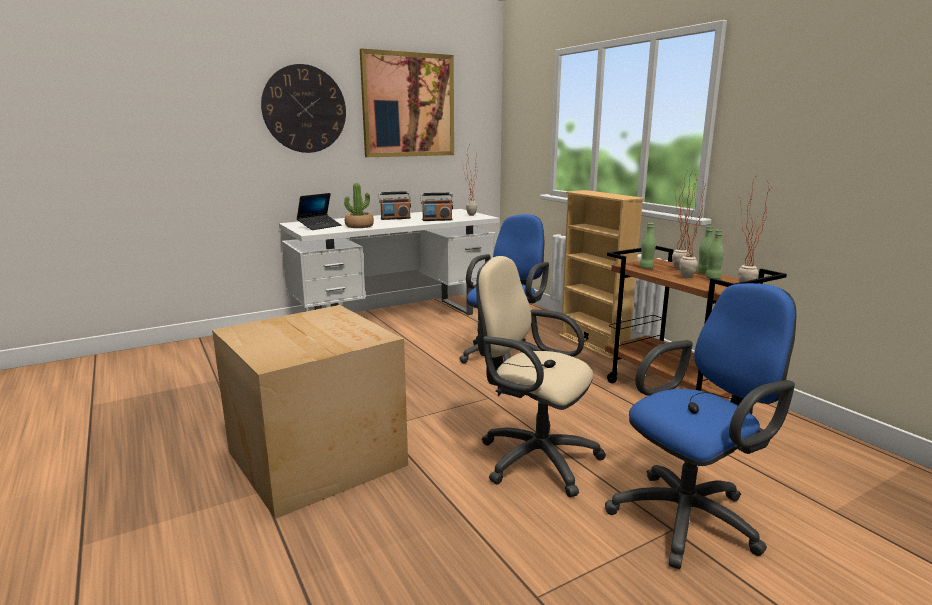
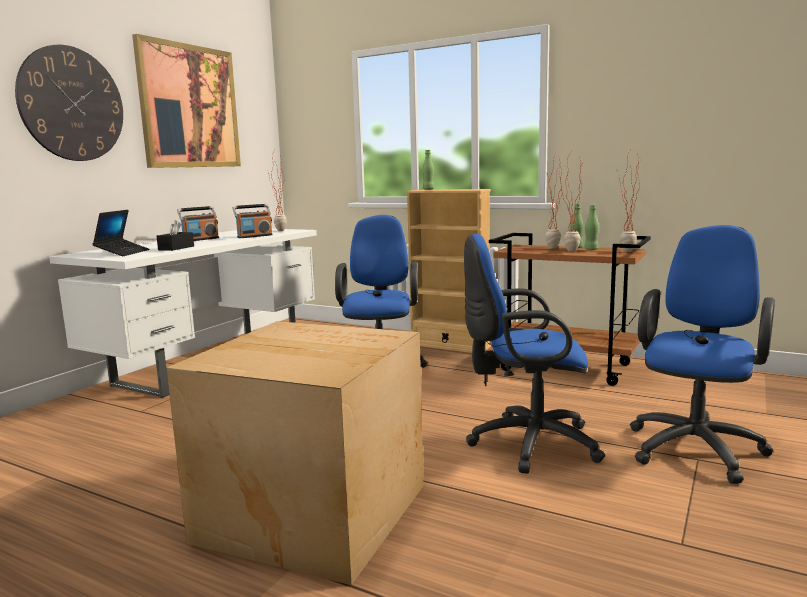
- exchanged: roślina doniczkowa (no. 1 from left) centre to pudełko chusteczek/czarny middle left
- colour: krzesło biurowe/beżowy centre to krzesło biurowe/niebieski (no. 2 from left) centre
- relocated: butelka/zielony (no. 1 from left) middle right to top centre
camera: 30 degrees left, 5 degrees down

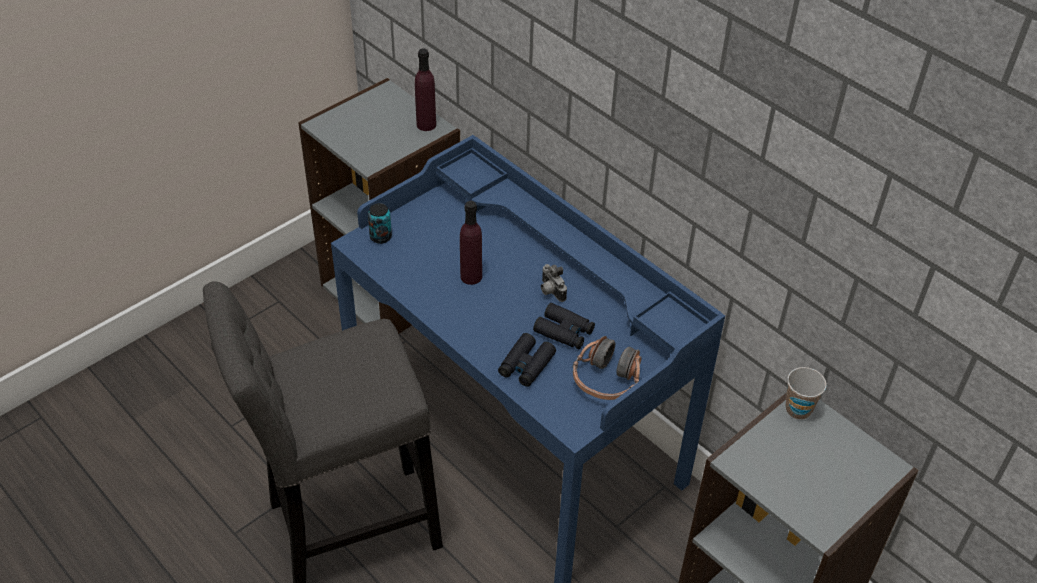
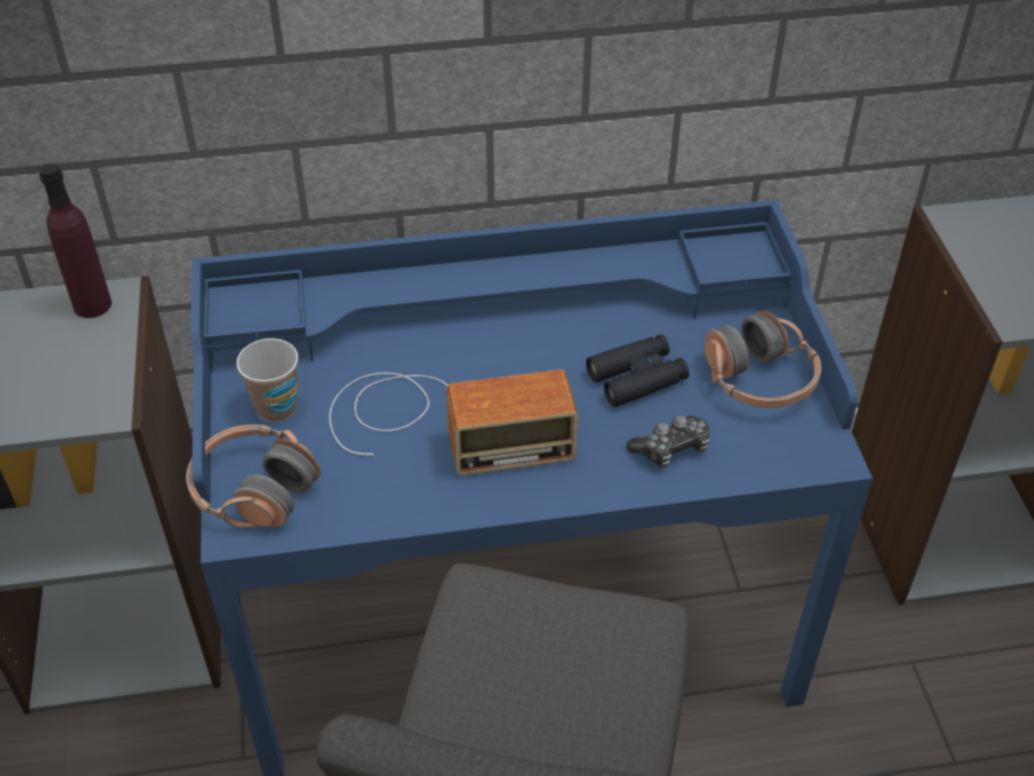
- exchanged: puszka centre to słuchawki (no. 1 from left) middle left
- exchanged: butelka/fioletowy (no. 2 from left) centre to radio centre
- exchanged: lornetka/czarny (no. 1 from left) centre to pad do gier centre
- missing: aparat fotograficzny centre
- relocated: filiżanka bottom right to middle left
camera: 55 degrees left, 0 degrees up

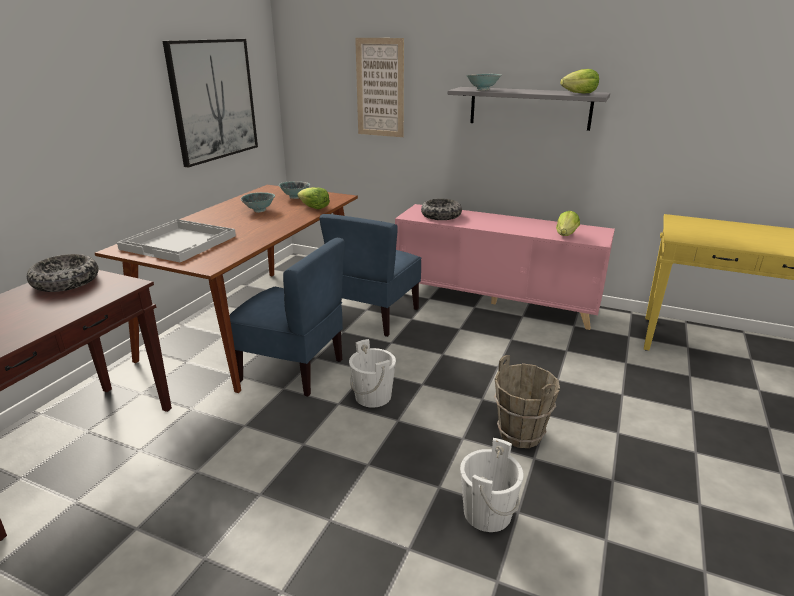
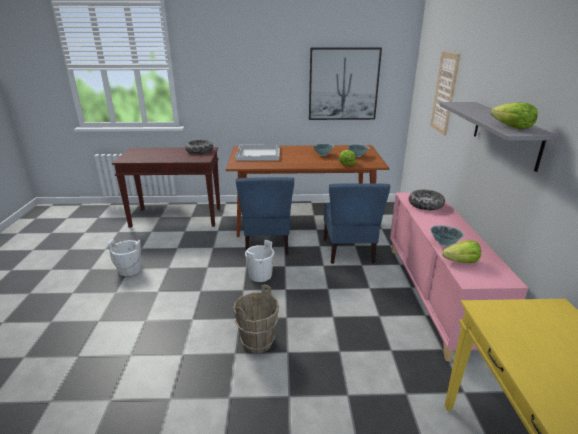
- spun: krzesło/niebieski (no. 2 from left) centre = centre 90 degrees counterclockwise
- relocated: wiadro/biały (no. 2 from left in the first image) bottom centre to wiadro/biały (no. 1 from left) middle left
- relocated: miska (no. 5 from left) top centre to middle right
camera: 65 degrees right, 0 degrees up

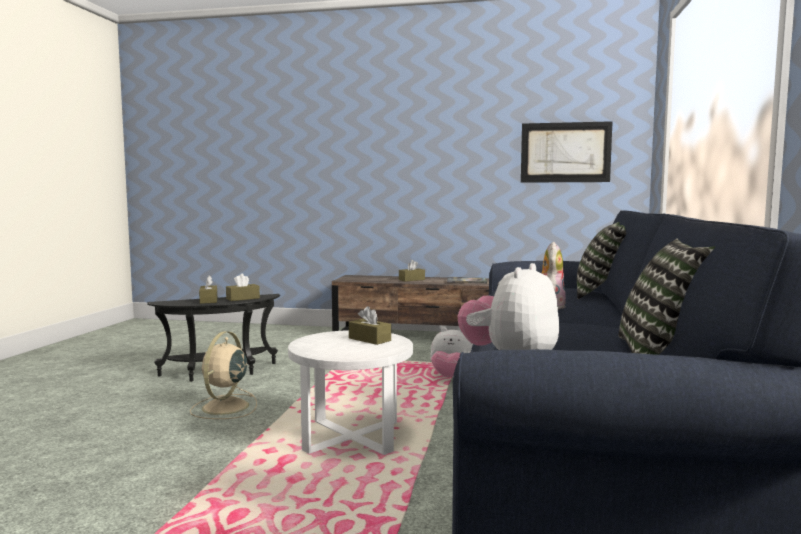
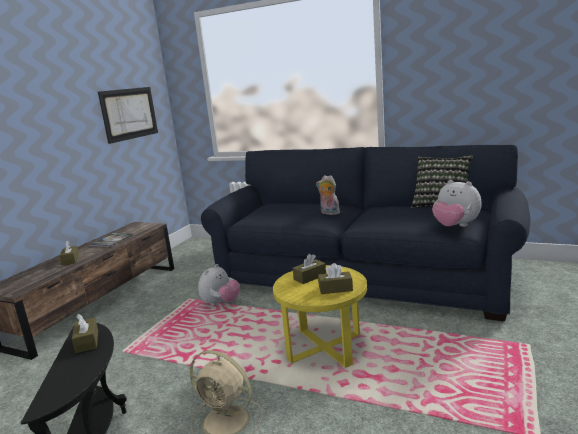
- relocated: pudełko chusteczek/brązowy (no. 1 from left in the first image) middle left to pudełko chusteczek/brązowy (no. 4 from left) centre
- colour: stolik/biały bottom centre to stolik/żółty bottom centre
- missing: poduszka (no. 1 from left) middle right
camera: 75 degrees left, 10 degrees up

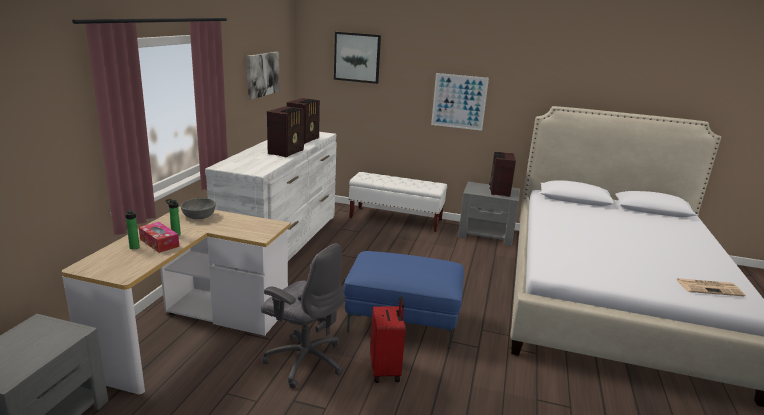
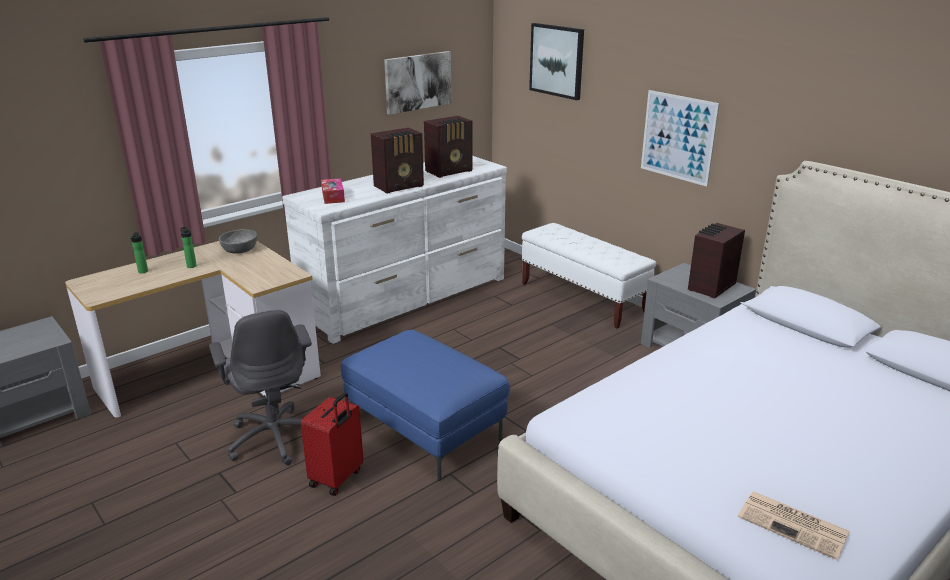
- relocated: pudełko chusteczek middle left to top centre
camera: 35 degrees right, 5 degrees up

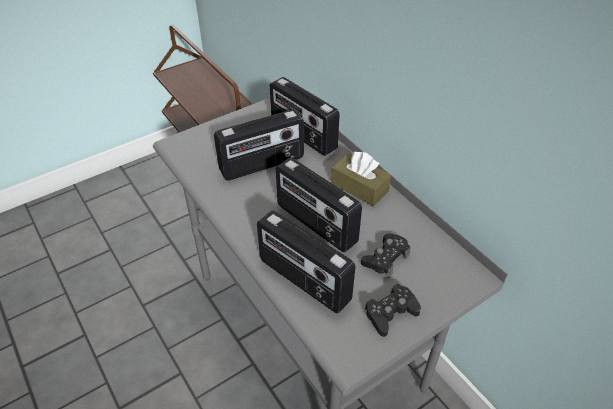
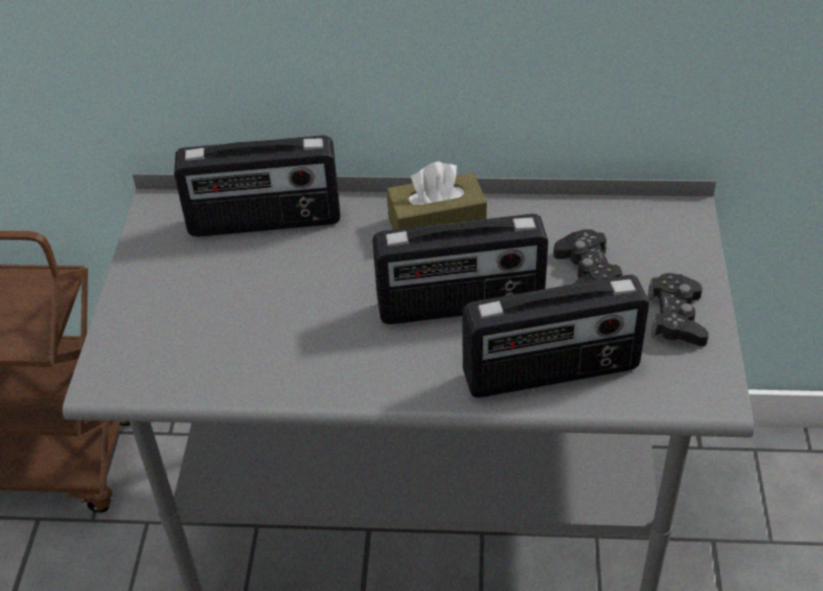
- missing: radio (no. 1 from left) centre
camera: 50 degrees left, 0 degrees up

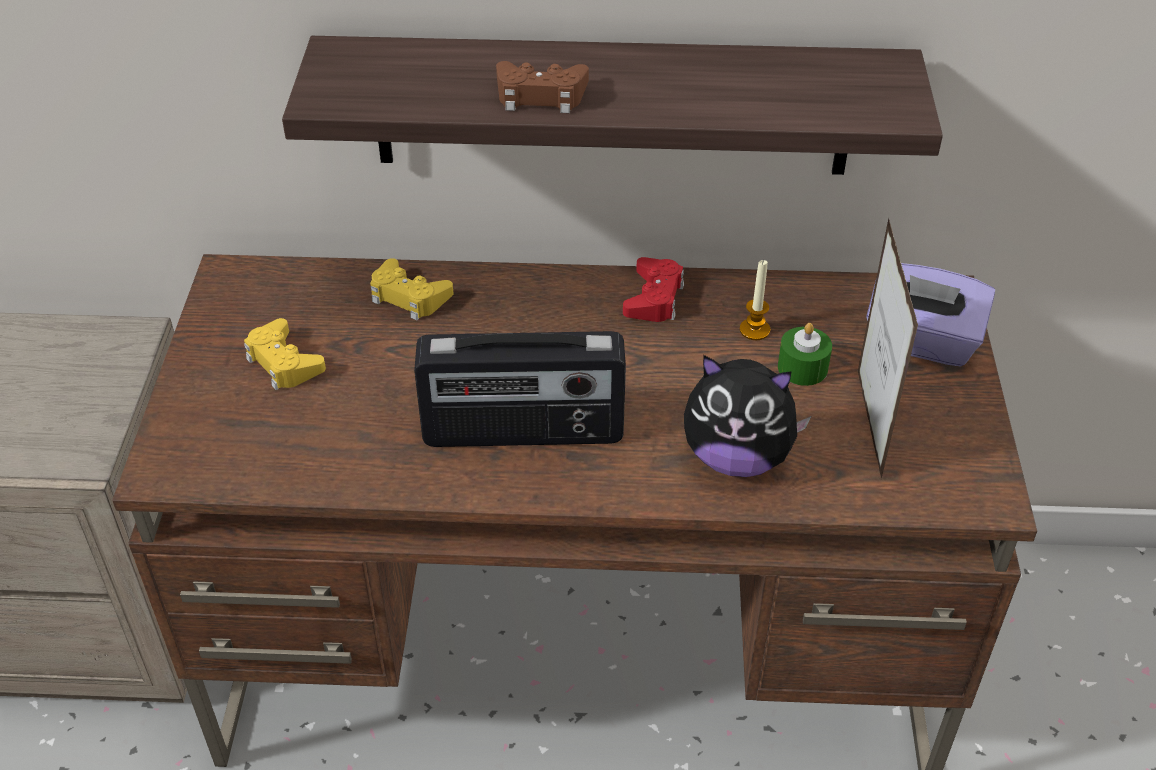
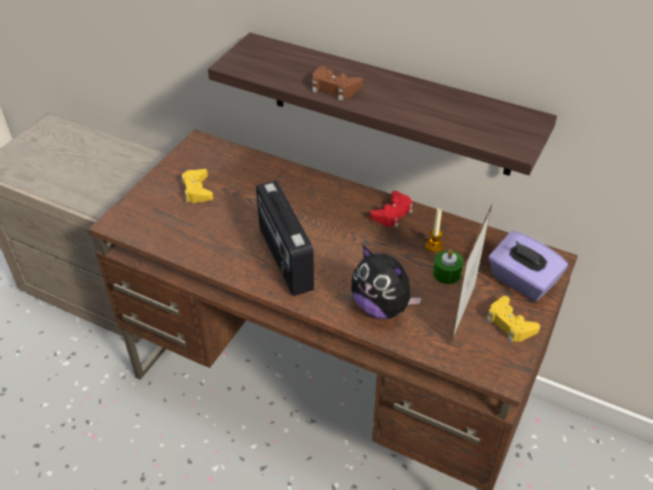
- relocated: pad do gier/żółty (no. 2 from left) centre to middle right
- spun: radio centre = centre 45 degrees clockwise
camera: 25 degrees right, 0 degrees up

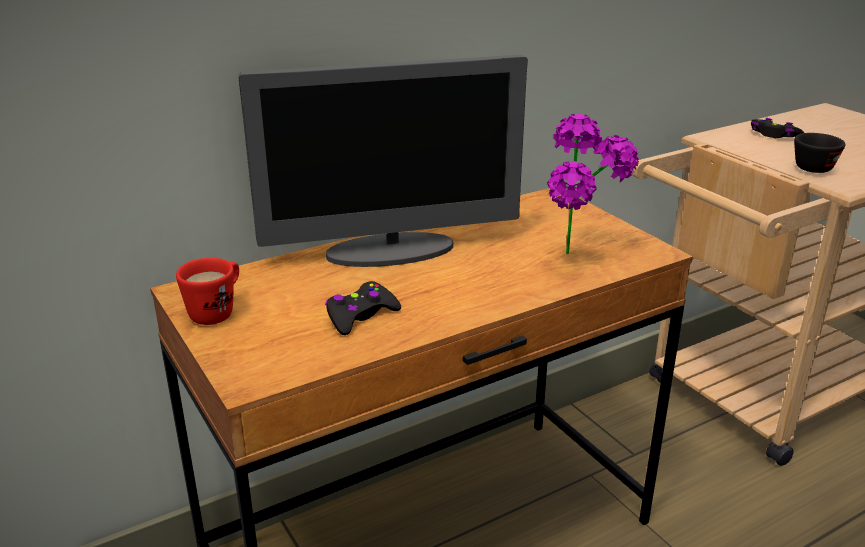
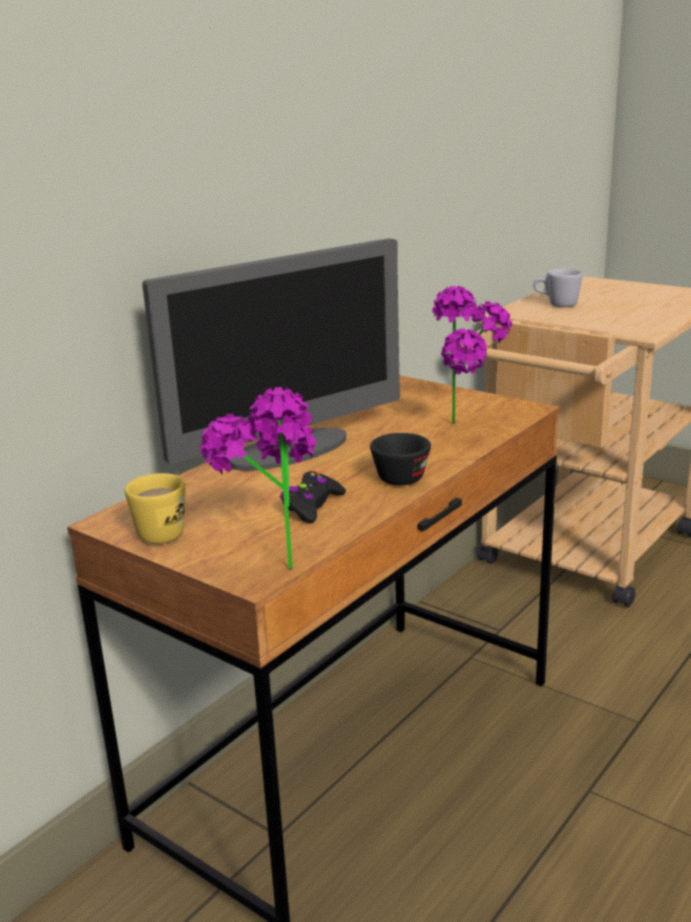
- colour: kubek/czerwony middle left to kubek/żółty middle left
- exchanged: pad do gier/czarny (no. 2 from left) top right to kubek/biały top right
- relocated: filiżanka/czarny top right to centre
- appeared: roślina doniczkowa (no. 1 from left) centre
camera: 20 degrees left, 5 degrees down

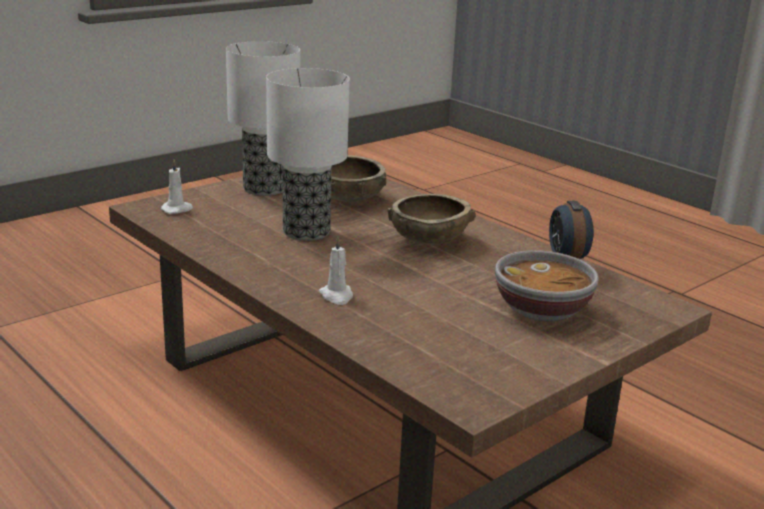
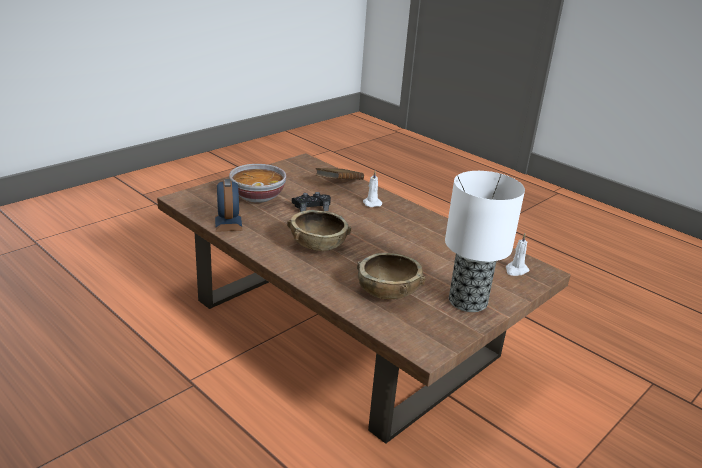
- missing: lampa stołowa (no. 2 from left) top centre
- appeared: pad do gier/czarny centre
- appeared: książka/brązowy centre
camera: 175 degrees right, 5 degrees up

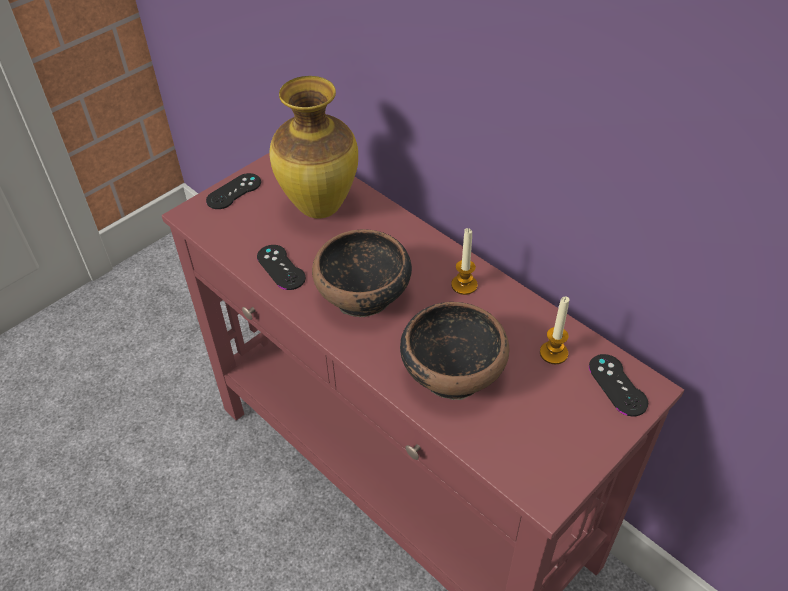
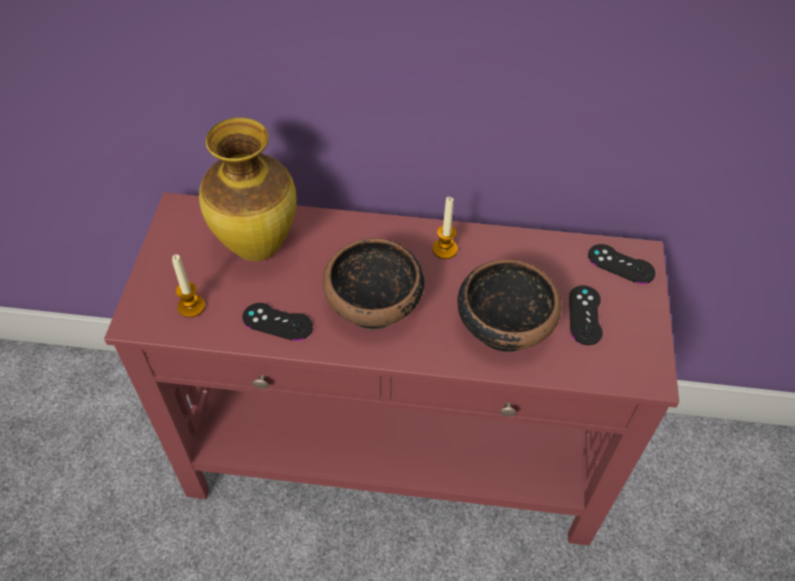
- relocated: pad do gier/czarny (no. 1 from left in the first image) top left to pad do gier/czarny (no. 2 from left) middle right
- relocated: świeca (no. 2 from left in the first image) middle right to świeca (no. 1 from left) middle left
camera: 40 degrees left, 5 degrees up

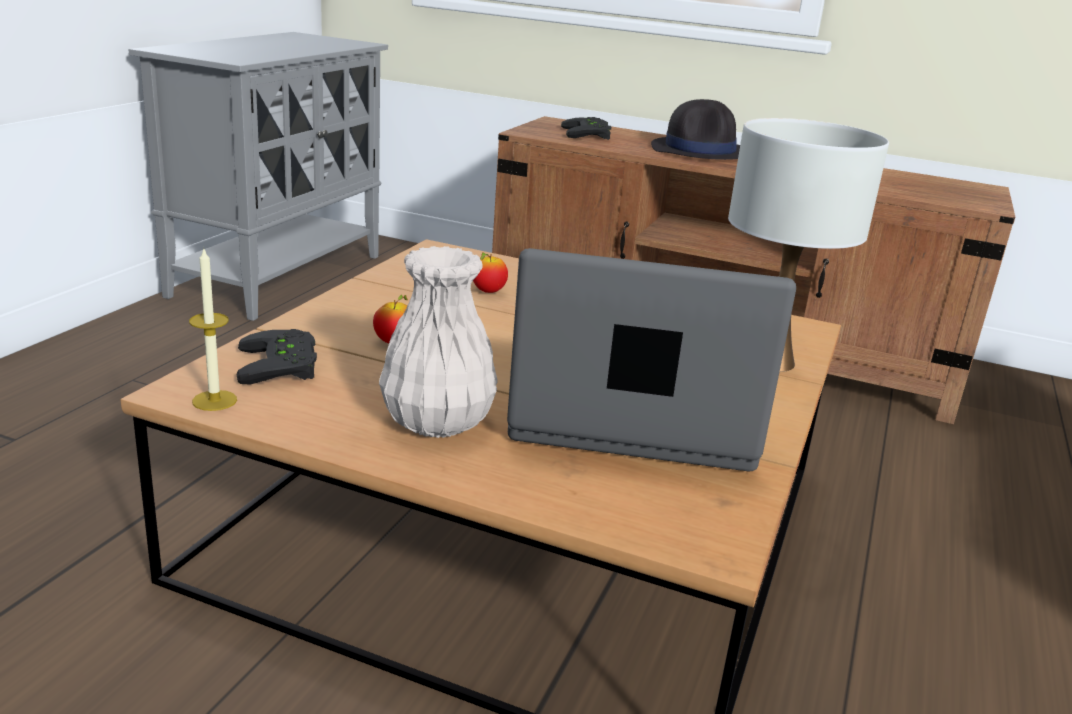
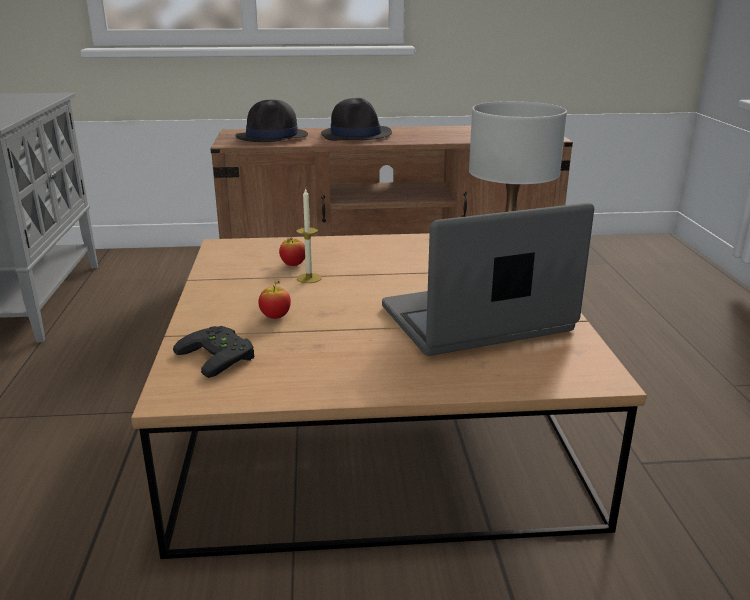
- relocated: świeca middle left to centre
- missing: wazon/biały centre
- exchanged: pad do gier/czarny (no. 2 from left) top centre to kapelusz/czarny (no. 1 from left) top centre
camera: 25 degrees left, 0 degrees up

